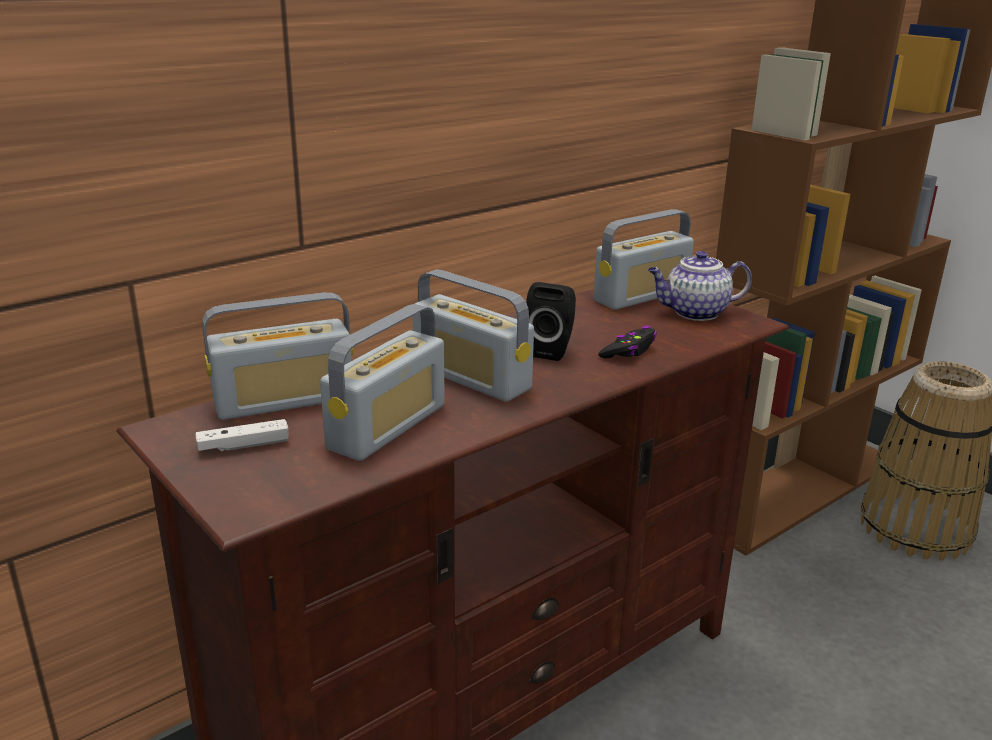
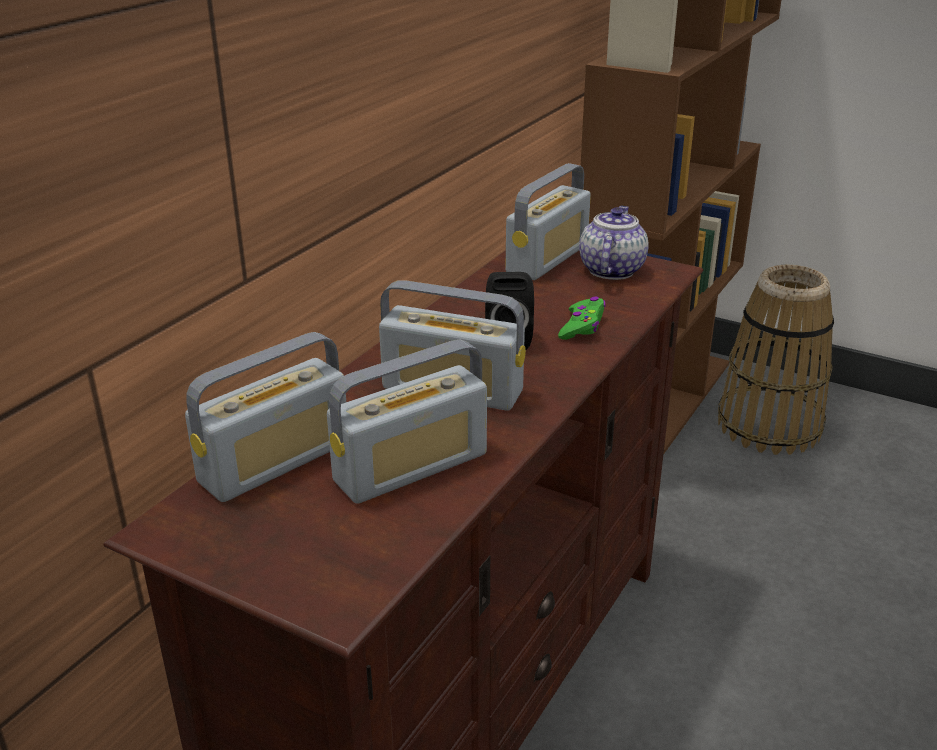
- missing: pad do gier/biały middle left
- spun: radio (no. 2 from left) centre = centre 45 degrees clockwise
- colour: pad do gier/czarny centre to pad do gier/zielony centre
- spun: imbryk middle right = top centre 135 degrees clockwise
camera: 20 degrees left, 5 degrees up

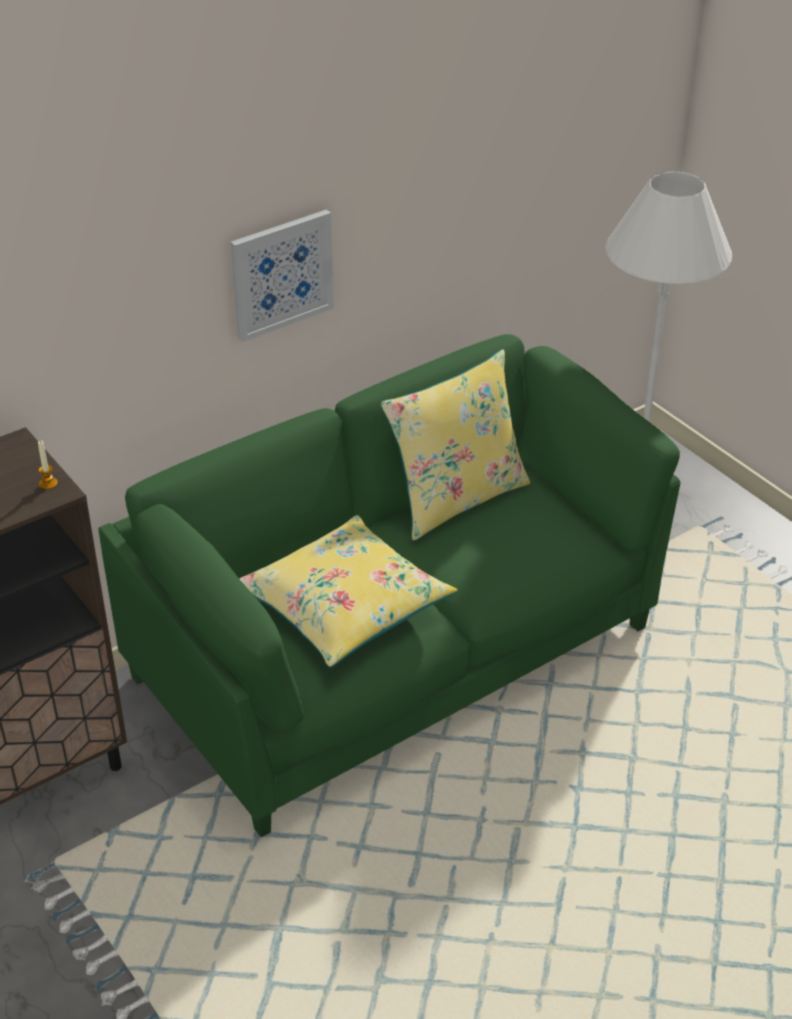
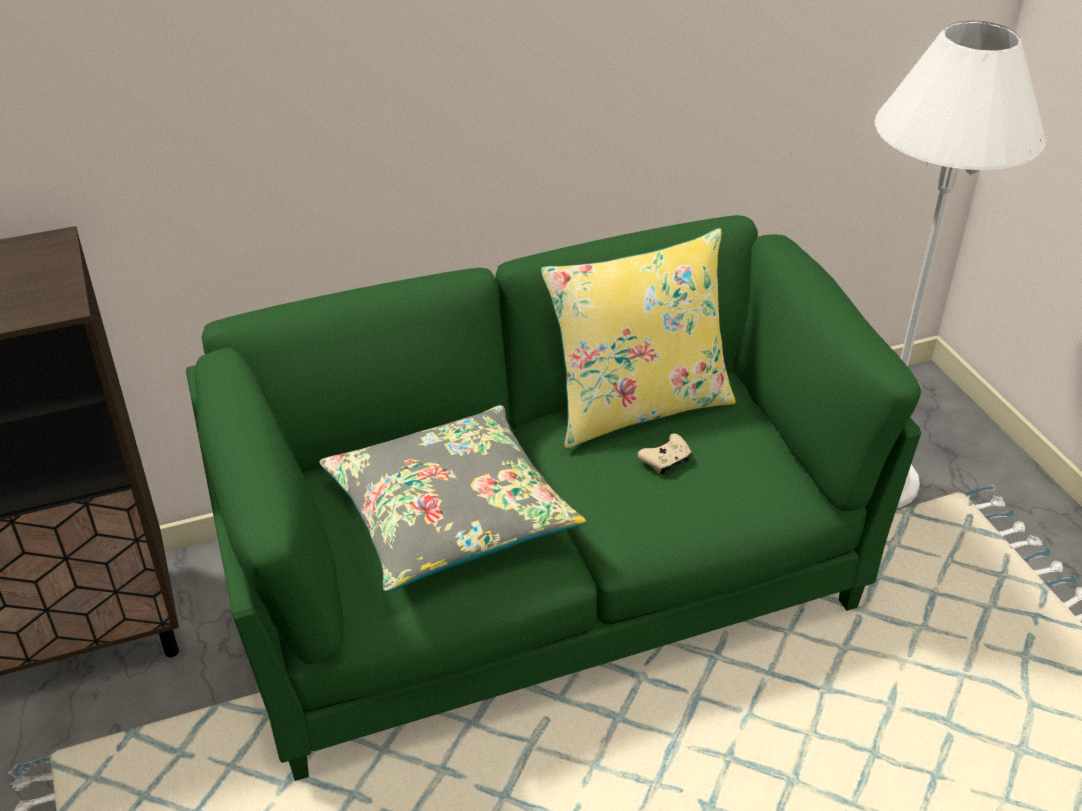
- missing: świeca middle left
- missing: obraz top centre
- colour: poduszka/żółty (no. 1 from left) centre to poduszka/szary centre
- appeared: pad do gier/beżowy centre
camera: 15 degrees right, 0 degrees up

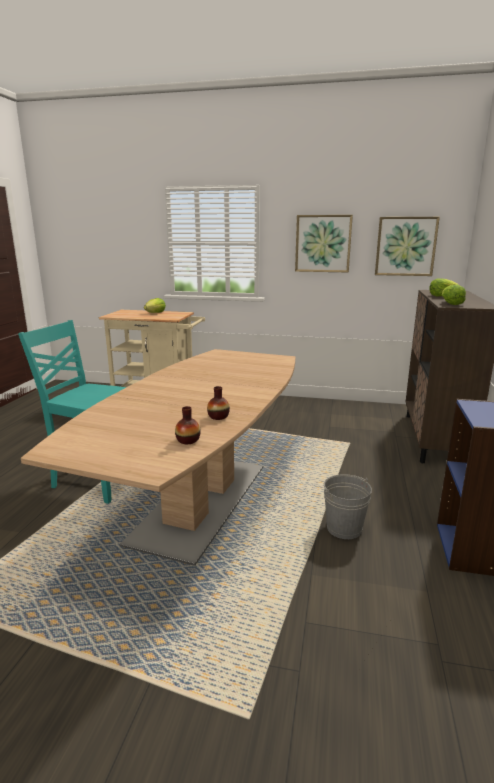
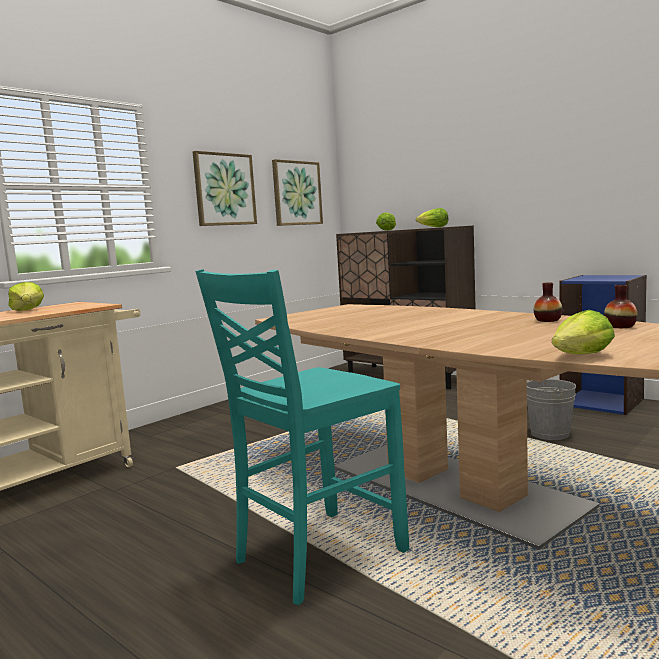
- appeared: sałata (no. 4 from left) middle right
camera: 60 degrees left, 10 degrees down

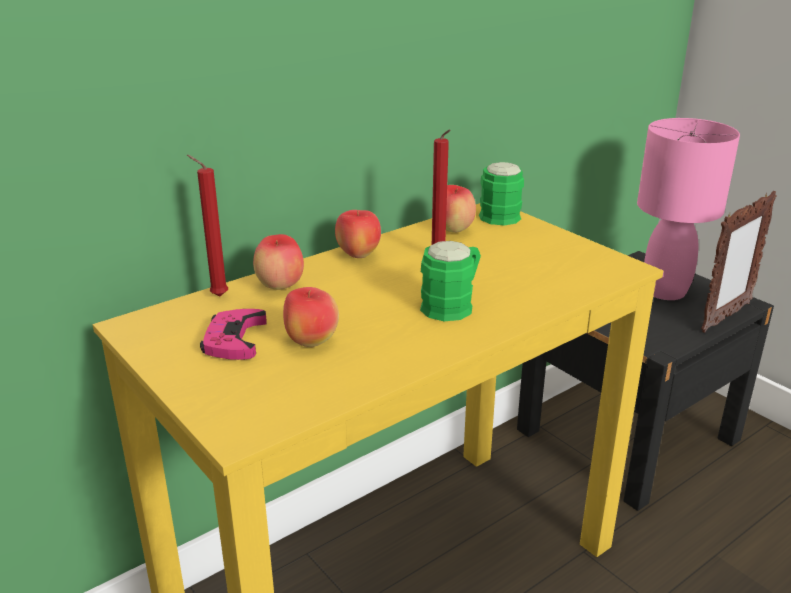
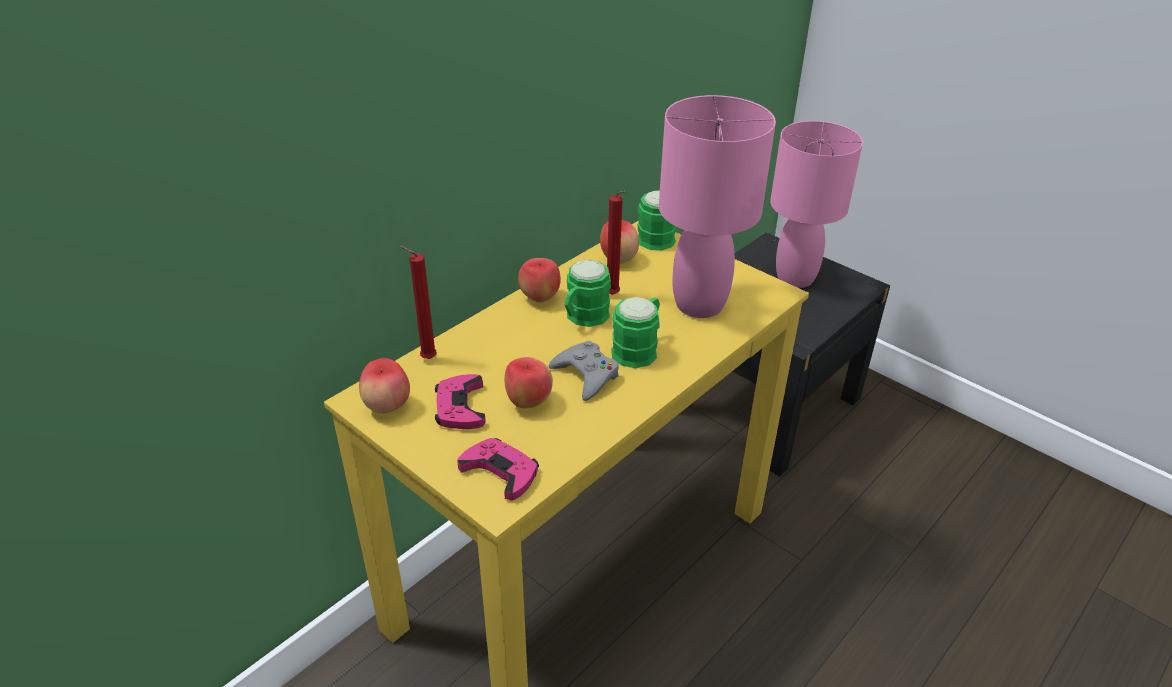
- relocated: jabłko (no. 1 from left) centre to middle left
- missing: ramka na zdjęcie middle right
- appeared: pad do gier/różowy (no. 2 from left) bottom centre
- appeared: pad do gier/szary centre
- appeared: kubek/zielony (no. 1 from left) centre
- appeared: lampa stołowa/różowy (no. 1 from left) top centre
camera: 10 degrees left, 10 degrees up

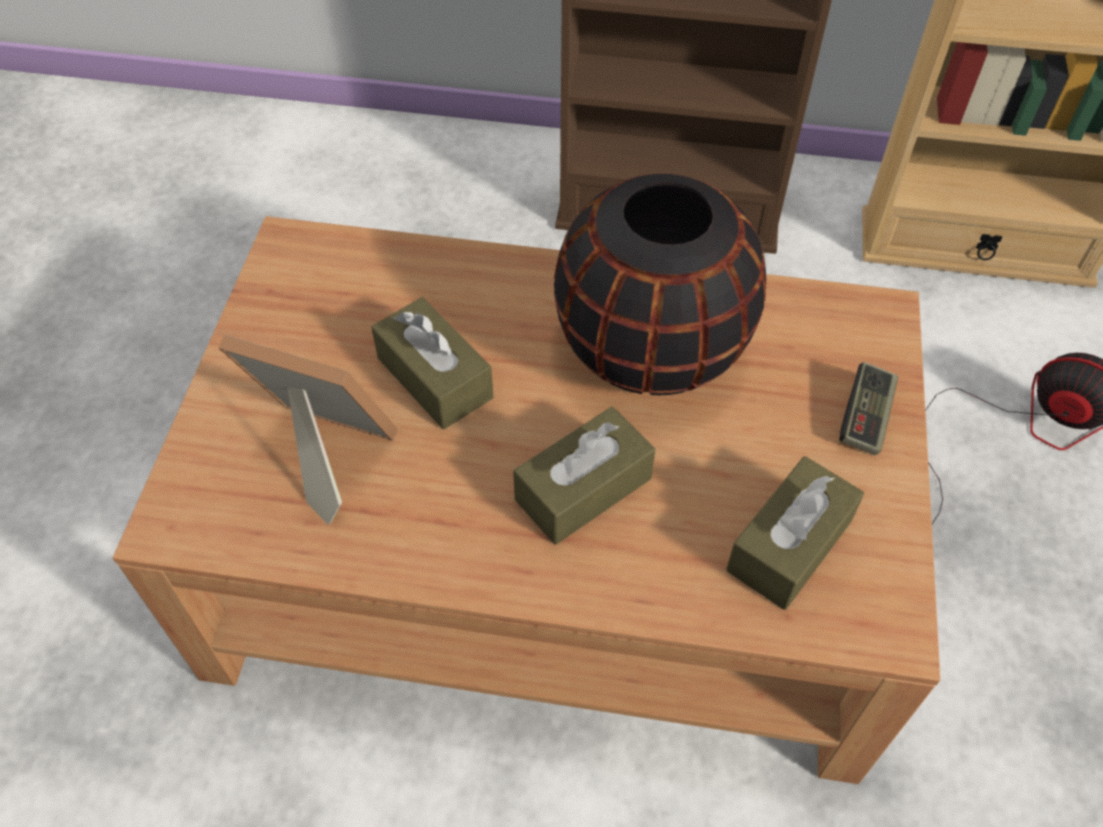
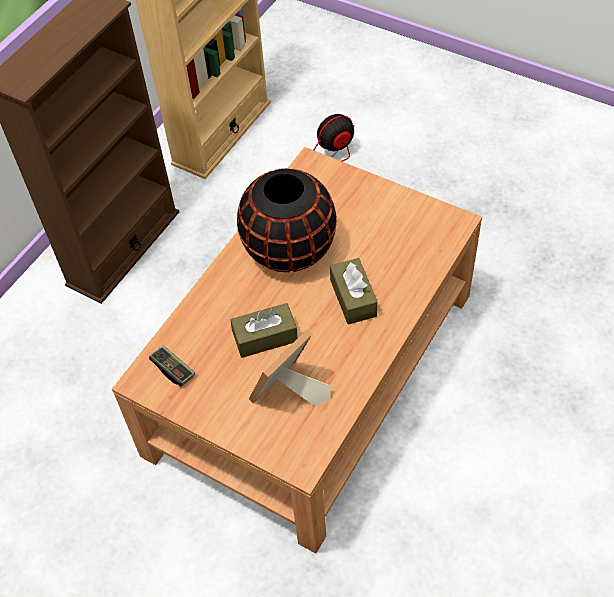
- missing: pudełko chusteczek/brązowy (no. 3 from left) middle right
- relocated: pad do gier middle right to middle left
camera: 65 degrees left, 0 degrees up

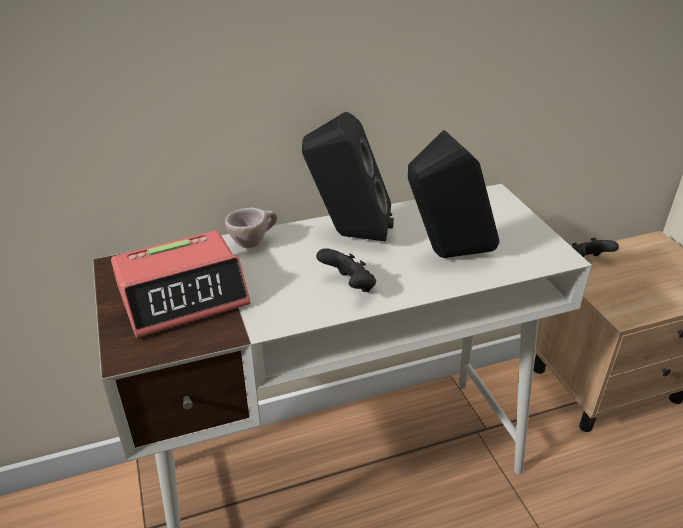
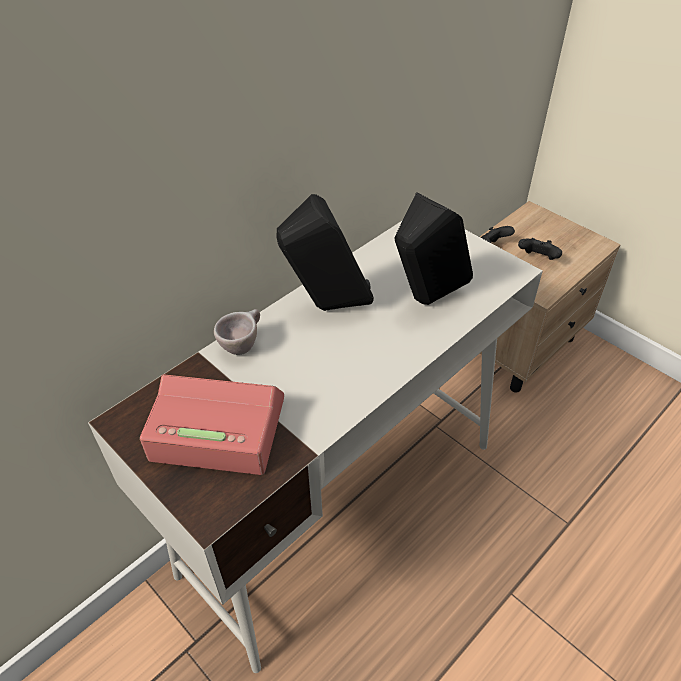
- spun: budzik middle left = middle left 120 degrees counterclockwise
- relocated: pad do gier/czarny (no. 1 from left in the first image) centre to pad do gier/czarny (no. 2 from left) middle right
camera: 25 degrees left, 10 degrees up

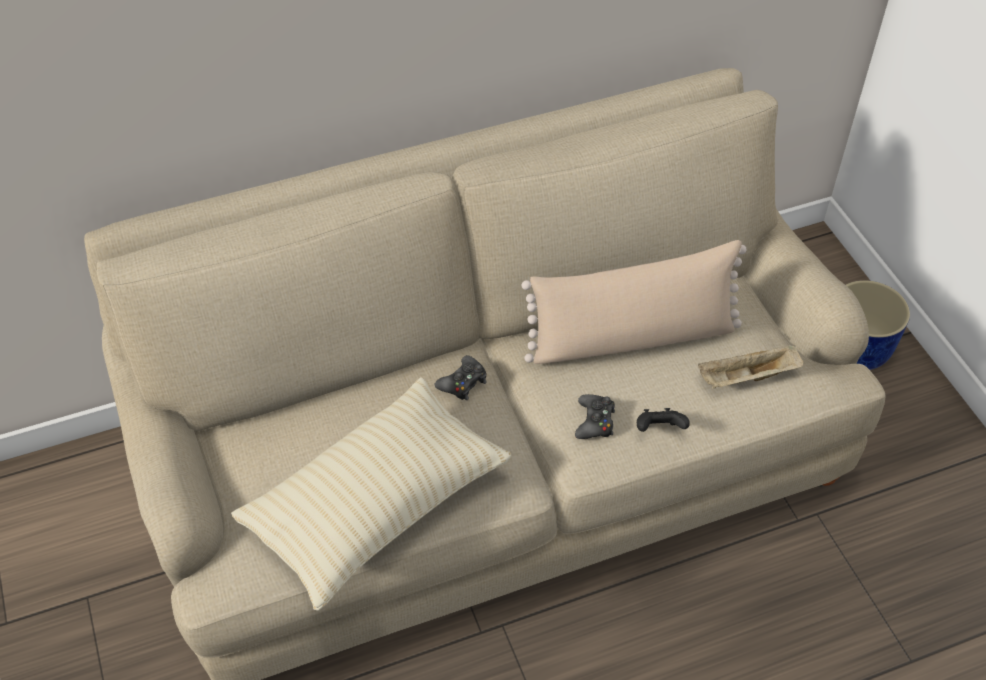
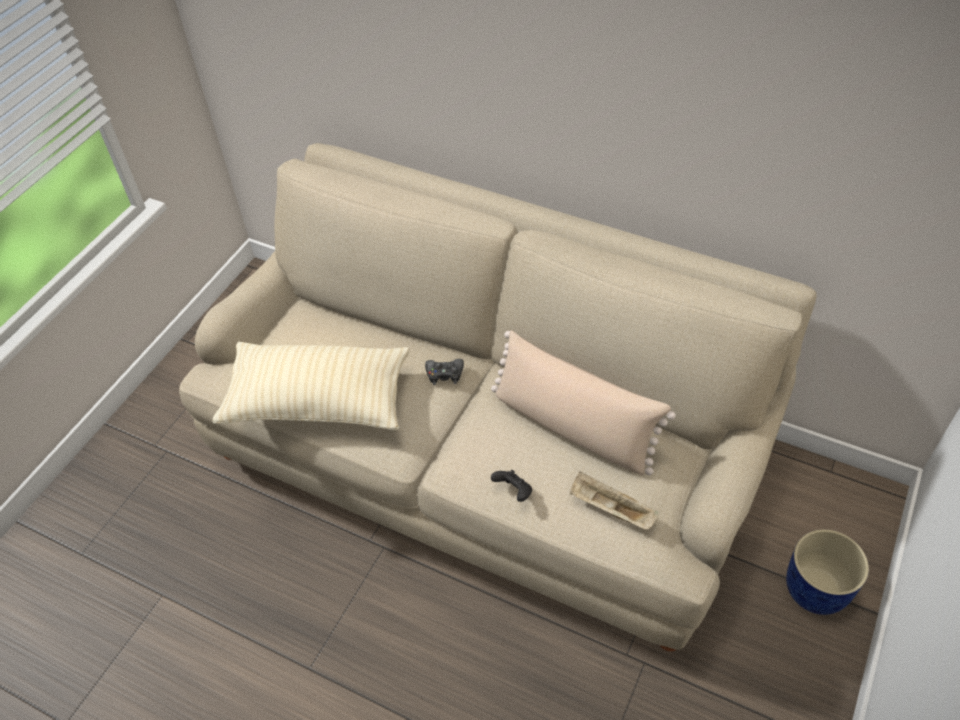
- missing: pad do gier/czarny (no. 2 from left) centre
camera: 50 degrees right, 0 degrees up

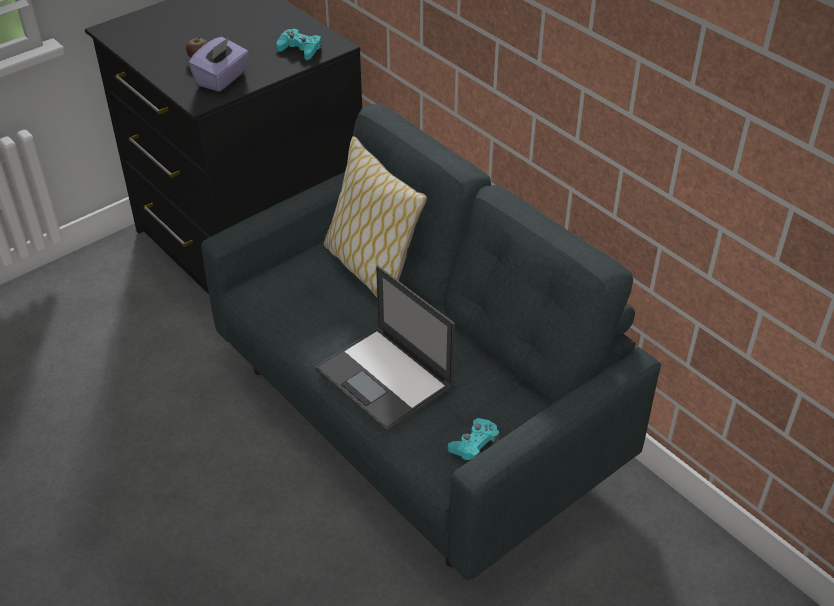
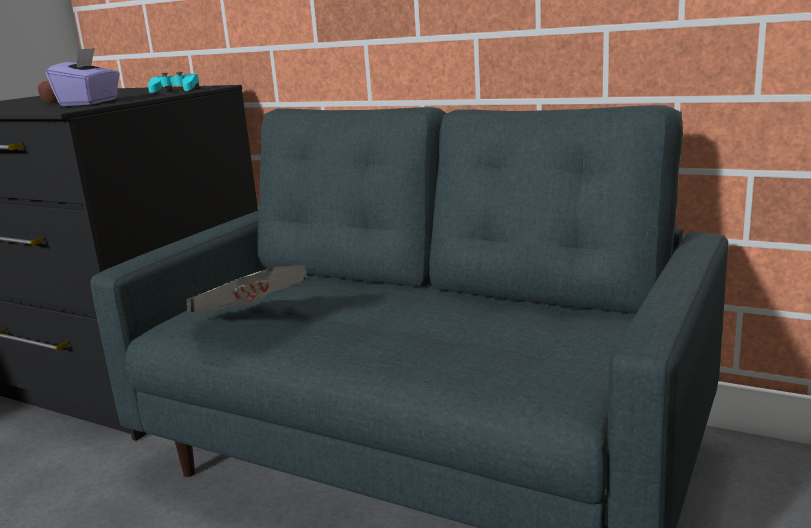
- missing: laptop centre
- missing: poduszka centre
- missing: pad do gier/turkusowy (no. 2 from left) bottom centre
- appeared: gazeta middle left
camera: 20 degrees left, 25 degrees down

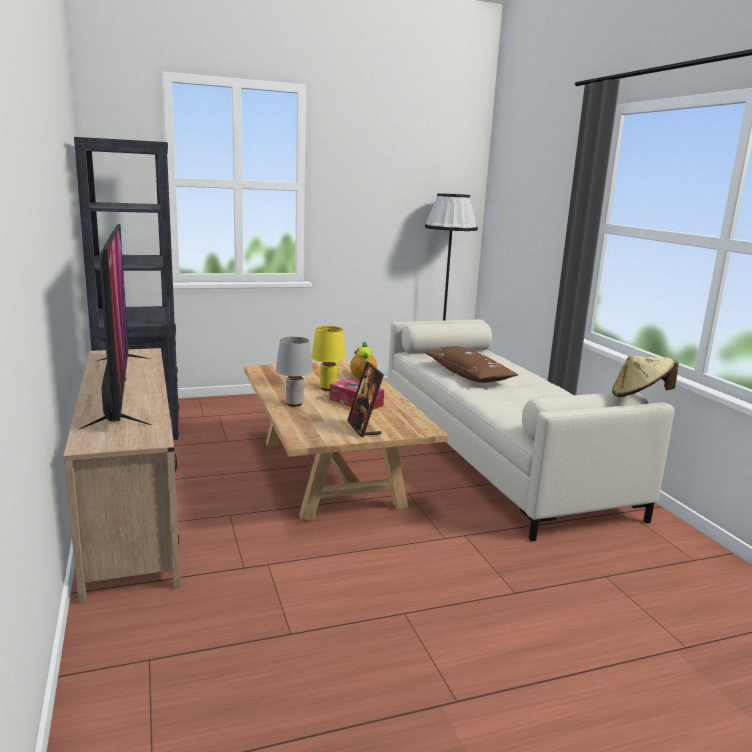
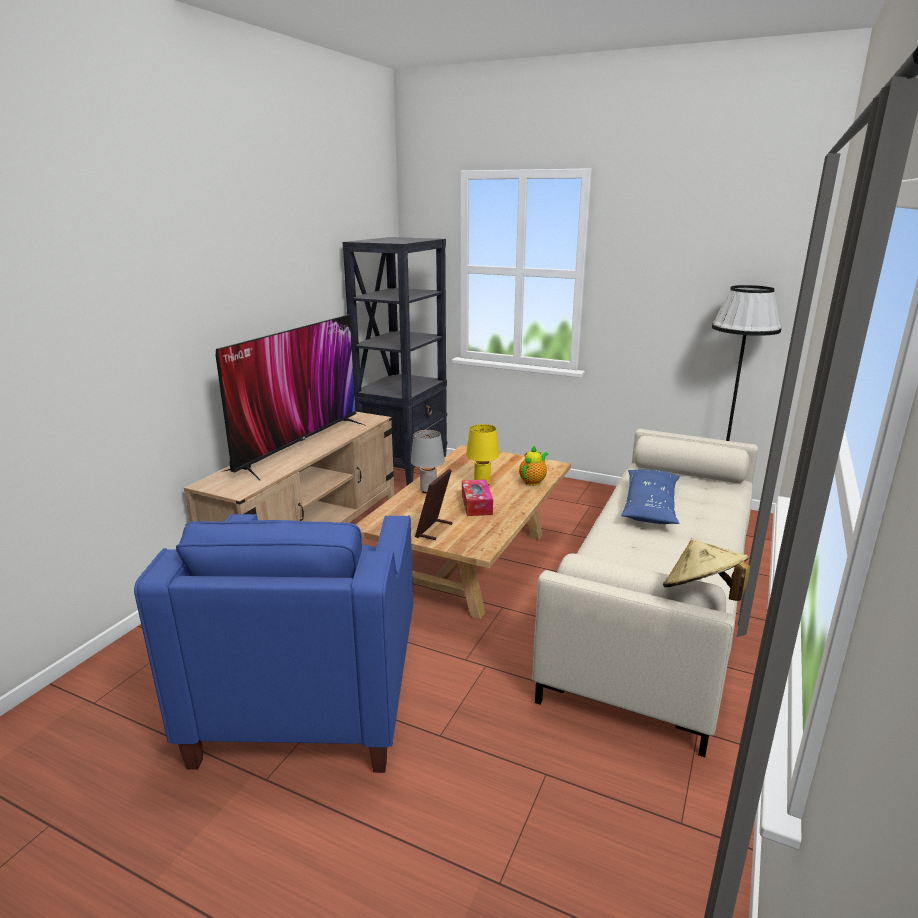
- colour: poduszka/brązowy centre to poduszka/niebieski middle right
- appeared: fotel/niebieski bottom left
camera: 45 degrees right, 5 degrees up

